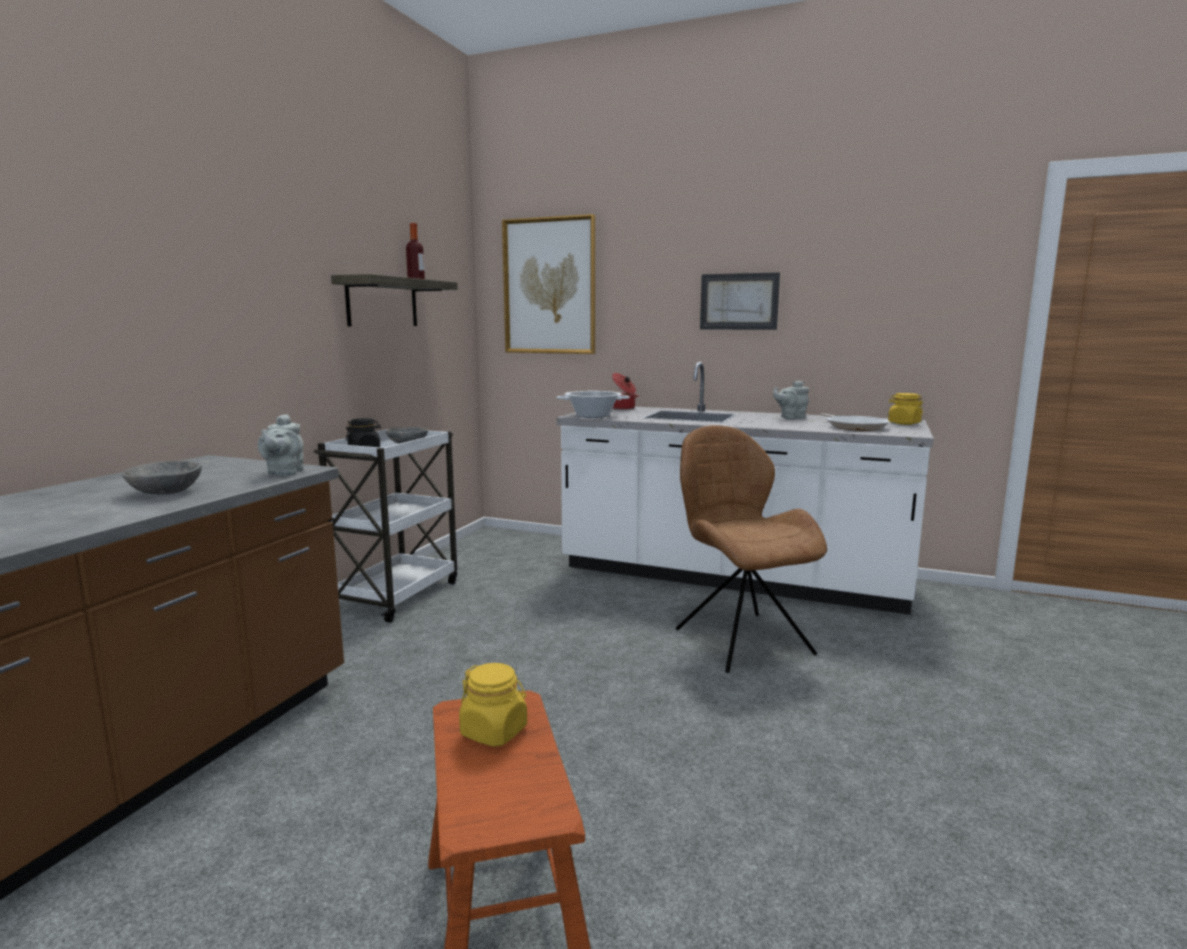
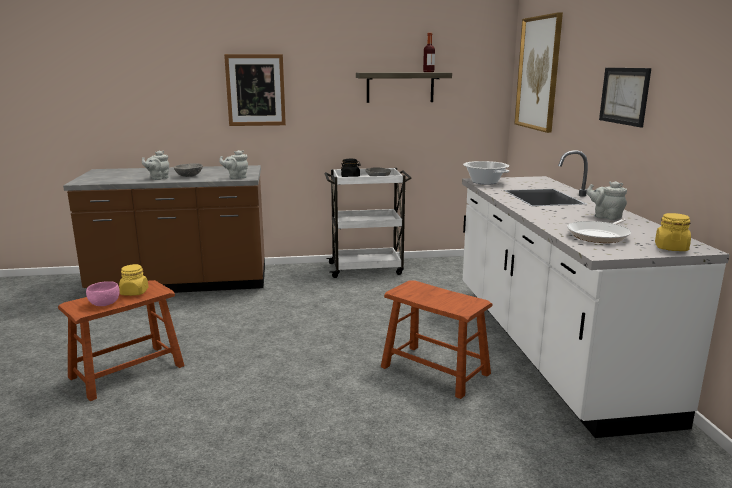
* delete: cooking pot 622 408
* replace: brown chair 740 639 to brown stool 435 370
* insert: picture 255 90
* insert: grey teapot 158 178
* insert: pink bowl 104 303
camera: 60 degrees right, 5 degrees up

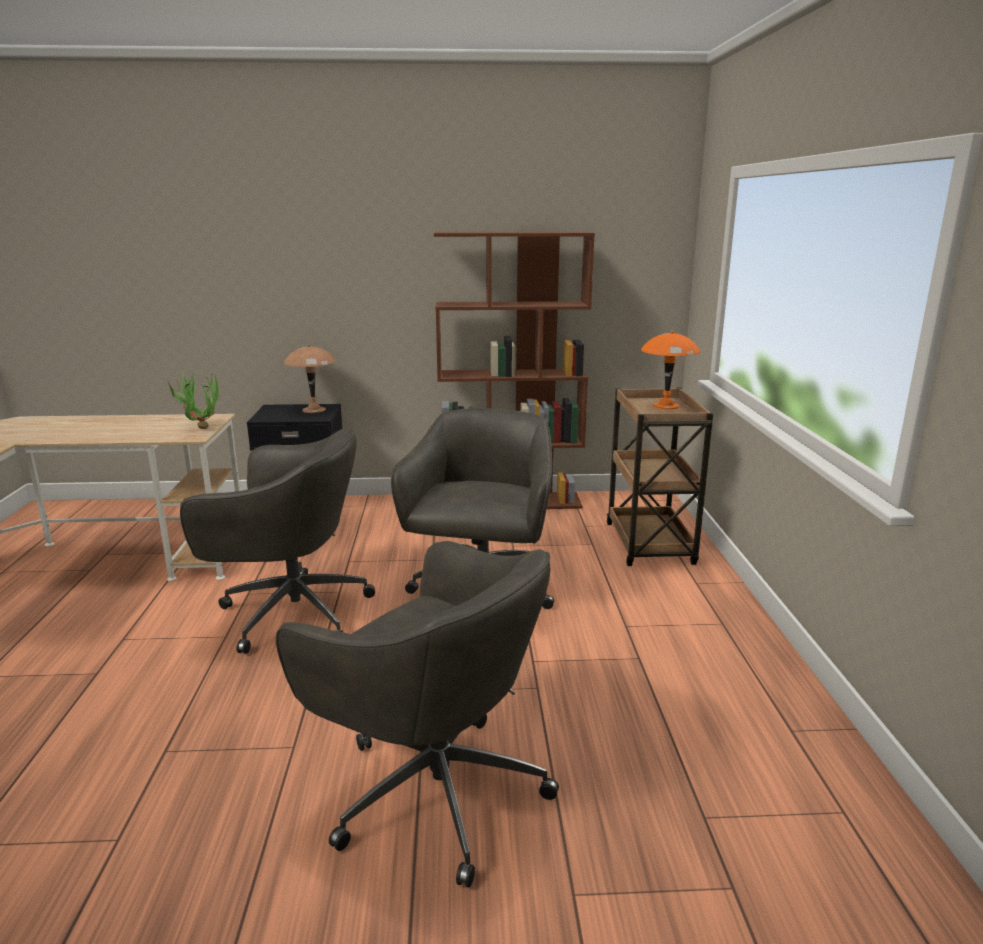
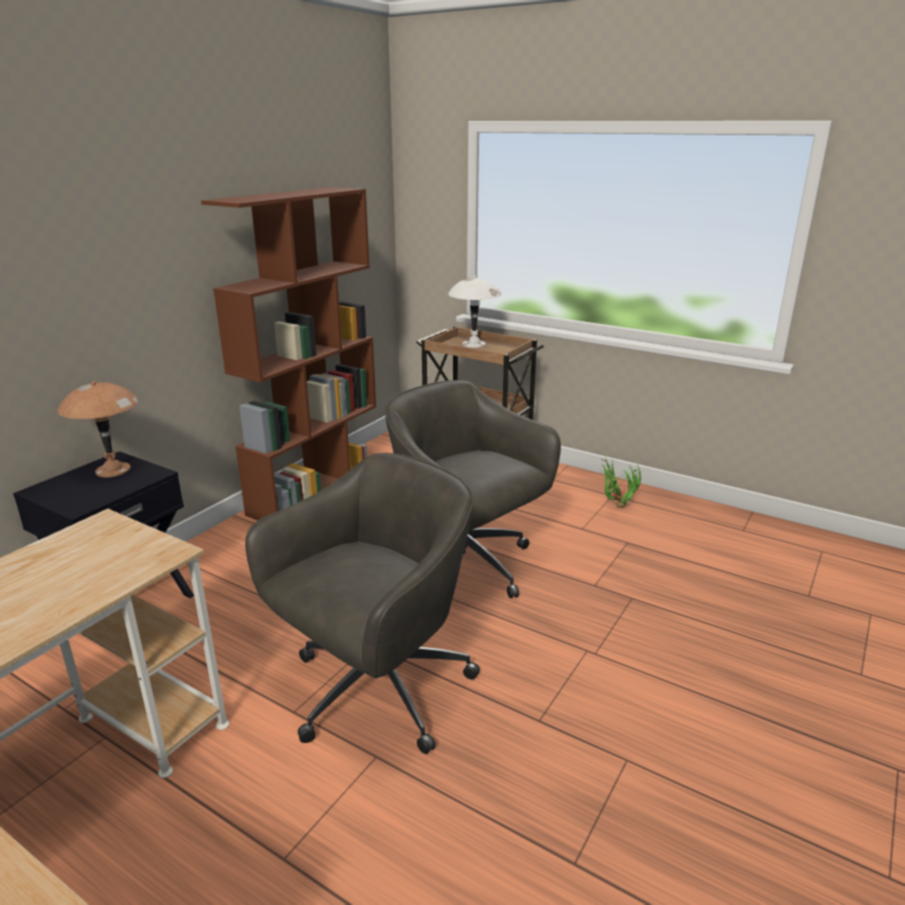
* recolor: orange table lamp 665 405 to white table lamp 473 344
* move: potted plant 200 427 to 615 508
* delete: grey office chair 433 789
camera: 55 degrees left, 5 degrees up

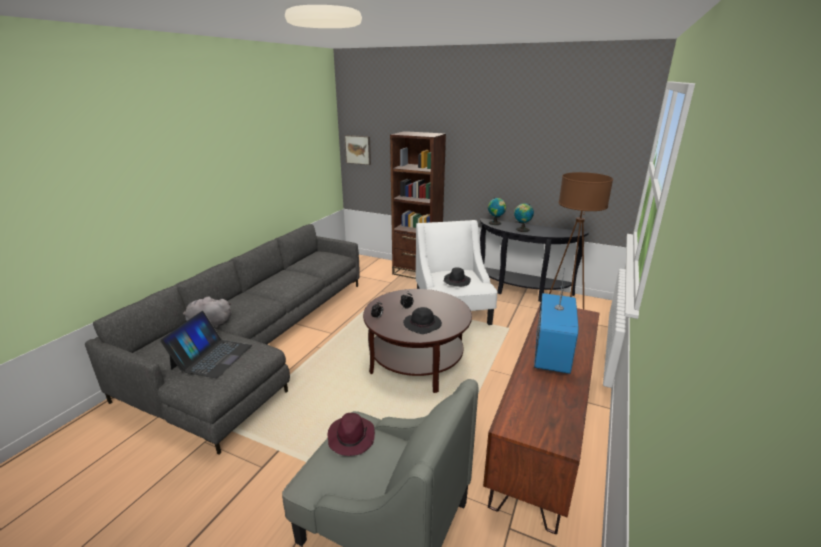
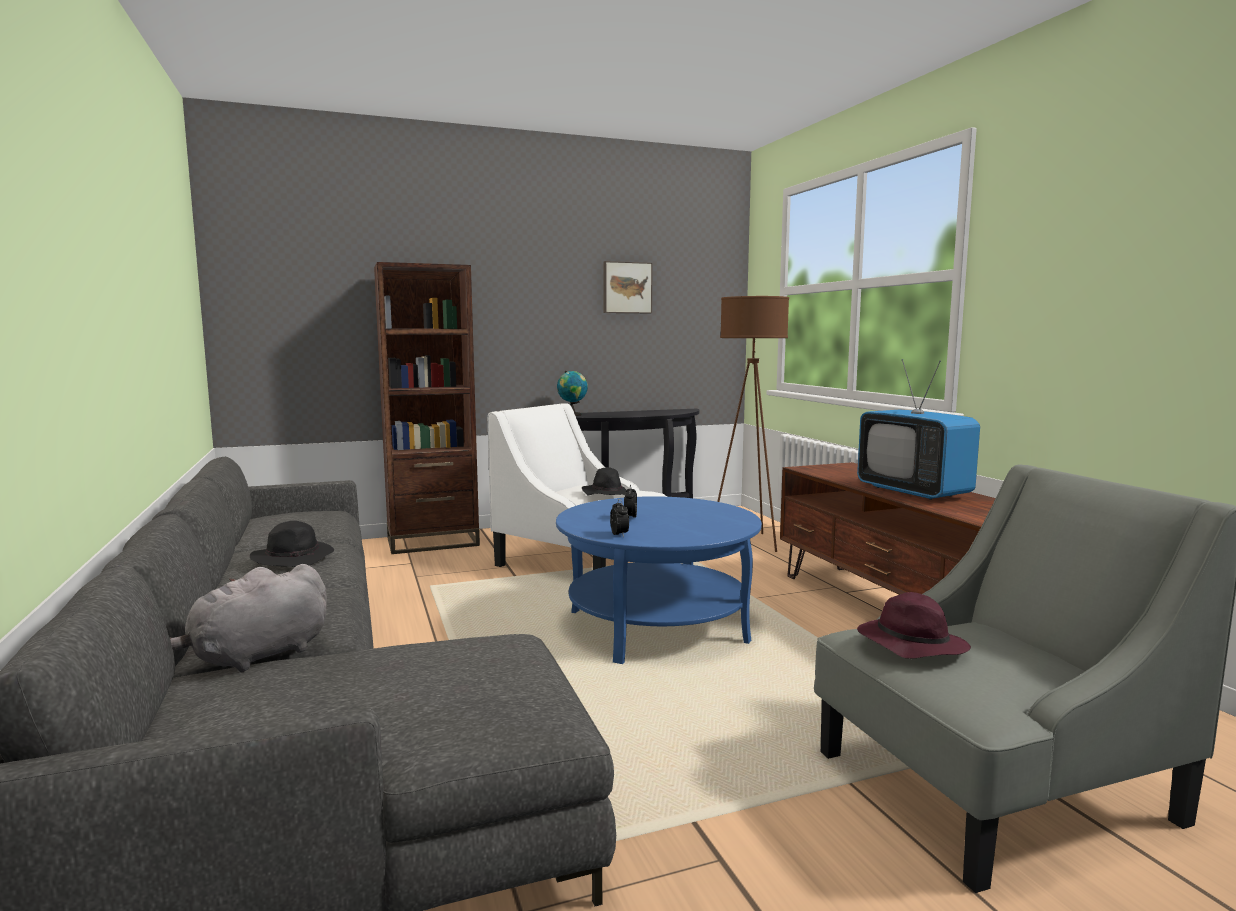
* move: picture 358 149 to 626 287
* delete: globe 521 230
* recolor: brown coffee table 417 362 to blue coffee table 656 626
* move: black hat 423 325 to 294 558
* delete: laptop 212 357
camera: 45 degrees left, 15 degrees down

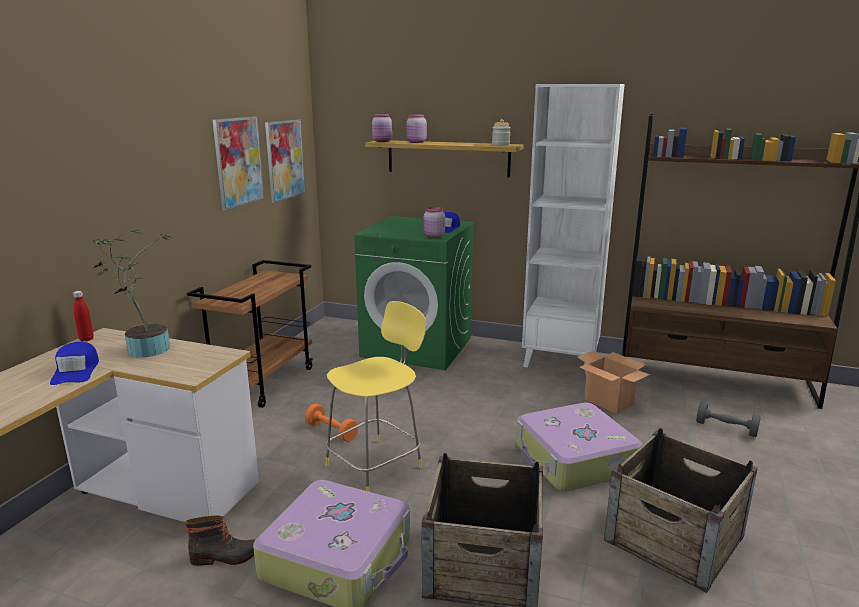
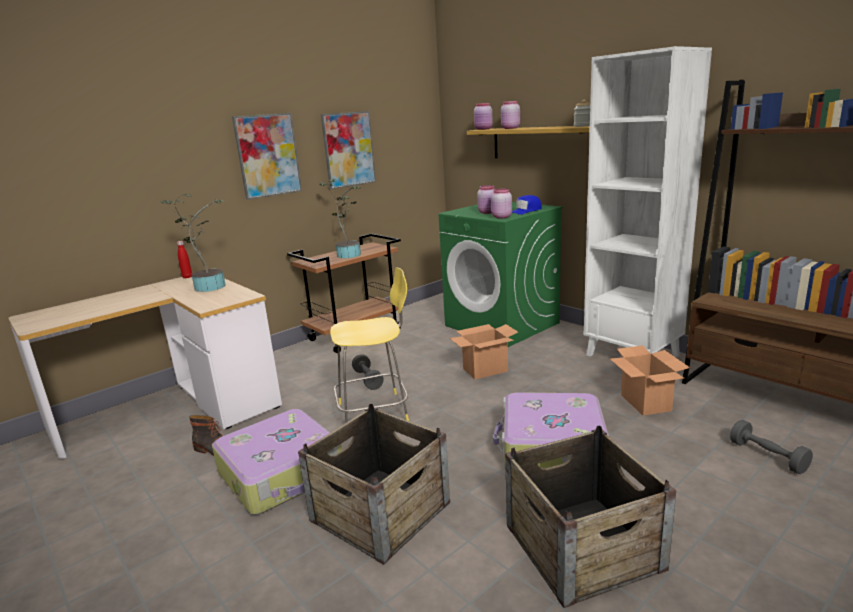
* move: picture 285 160 to 268 155
* delete: blue cap 76 371
* recolor: orange dumbbell 331 431 to grey dumbbell 368 380
* insert: potted plant 348 254
* insert: pink jar 488 212
* insert: cardboard box 485 370
camera: 30 degrees right, 0 degrees up

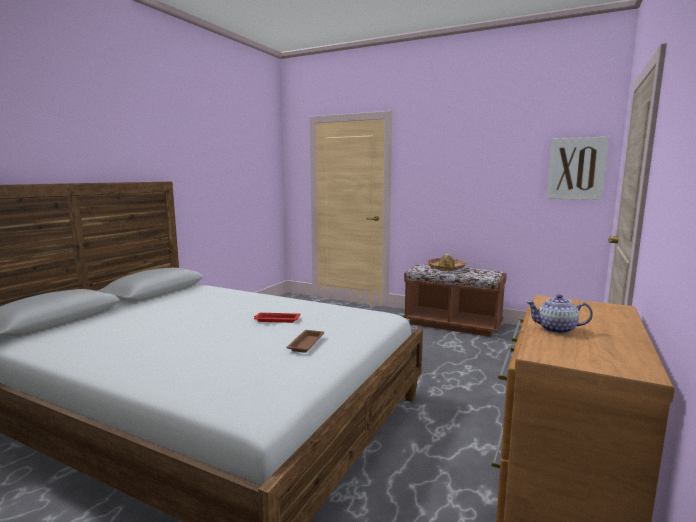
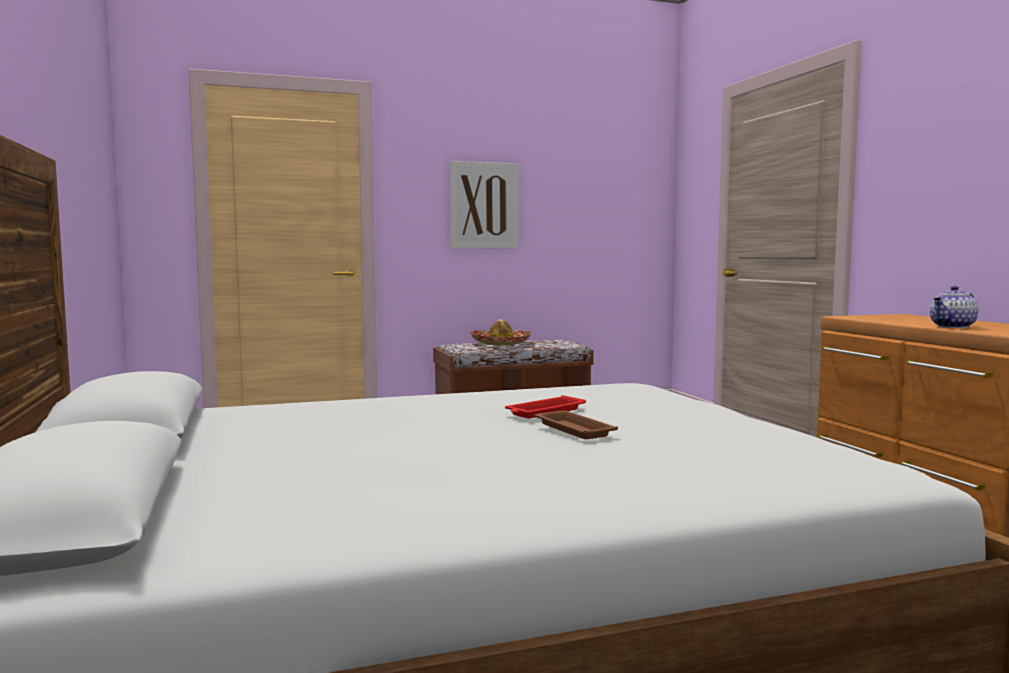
* move: picture 576 168 to 483 205
* move: brown tray 306 343 to 573 429
camera: 45 degrees left, 5 degrees down

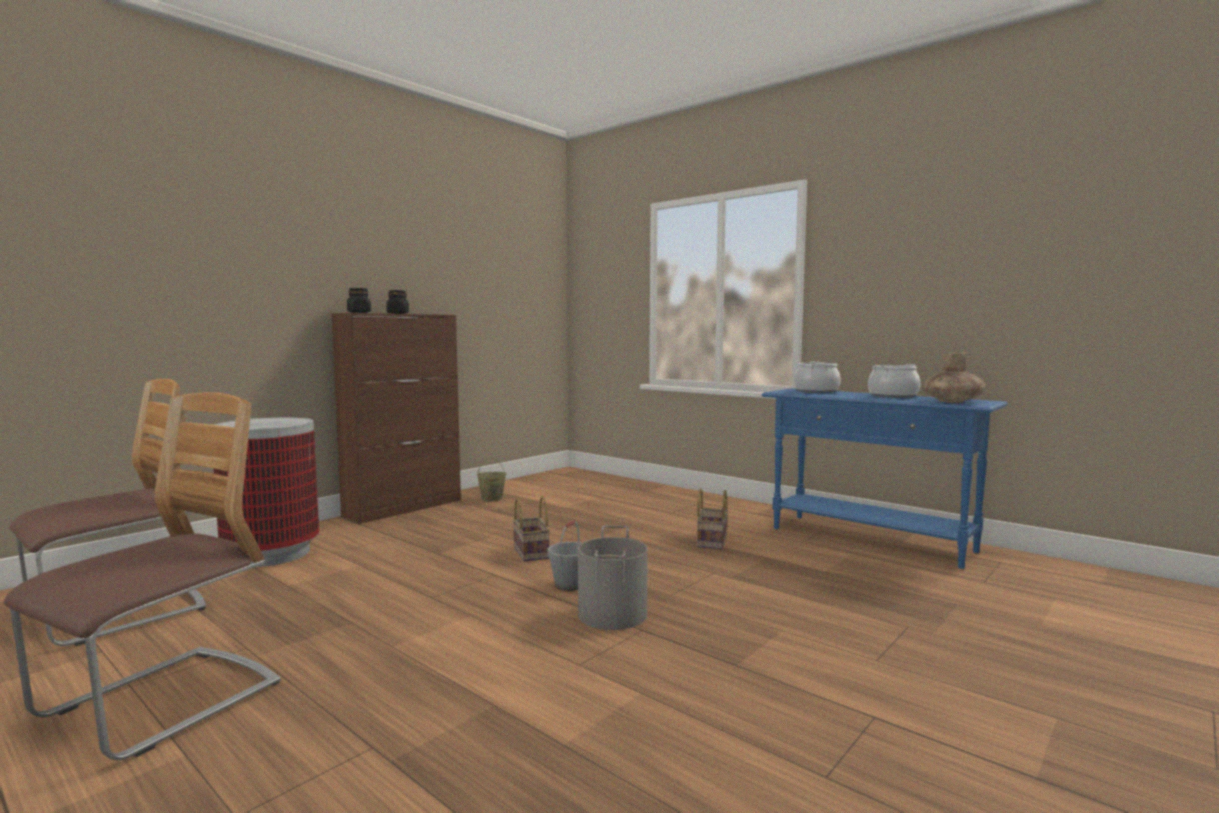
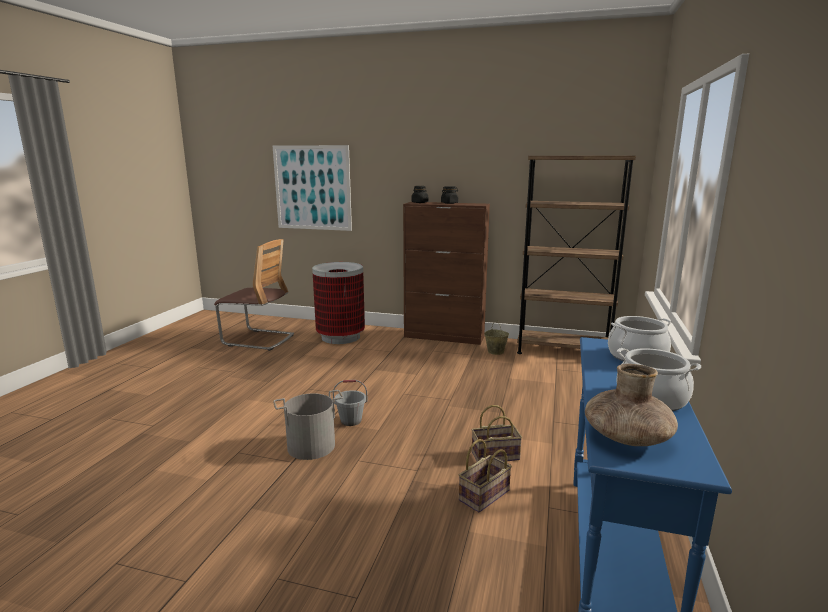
* delete: chair 161 703
* move: basket 532 552 to 484 496
* insert: picture 312 188
* insert: brown bookcase 562 351
camera: 65 degrees right, 10 degrees up

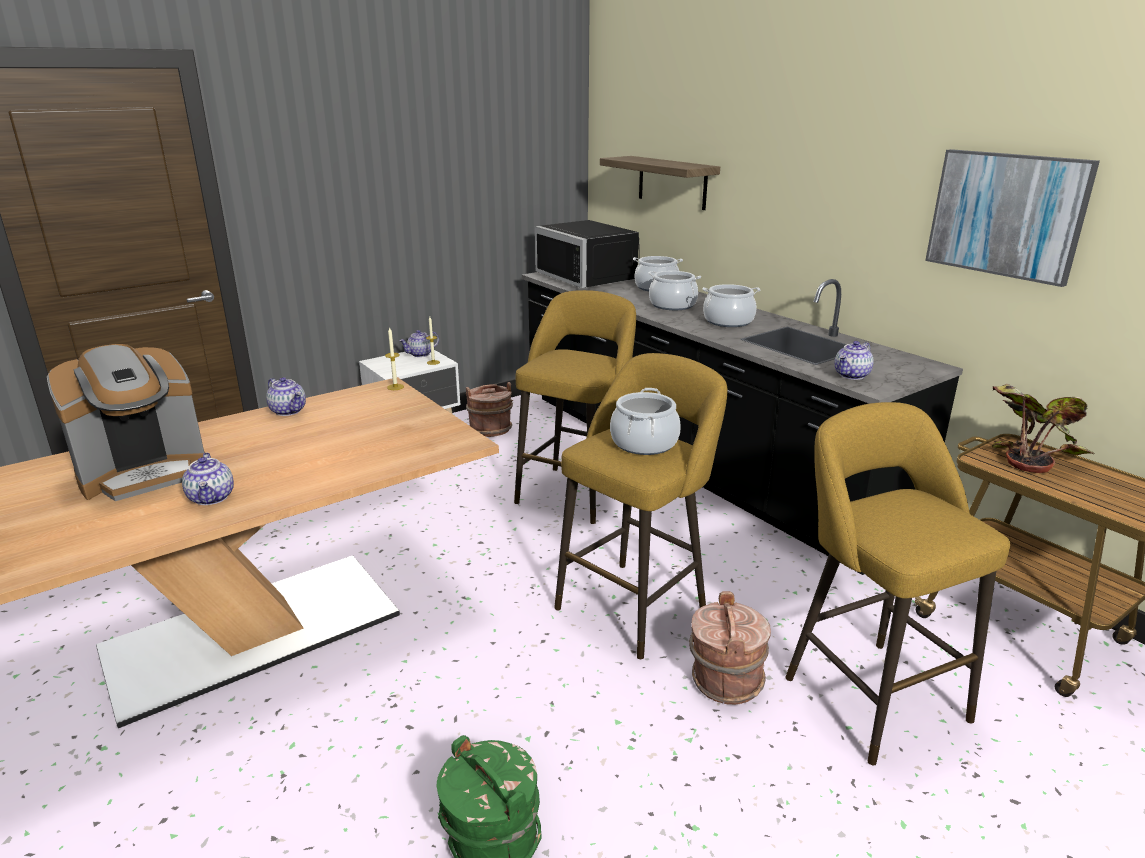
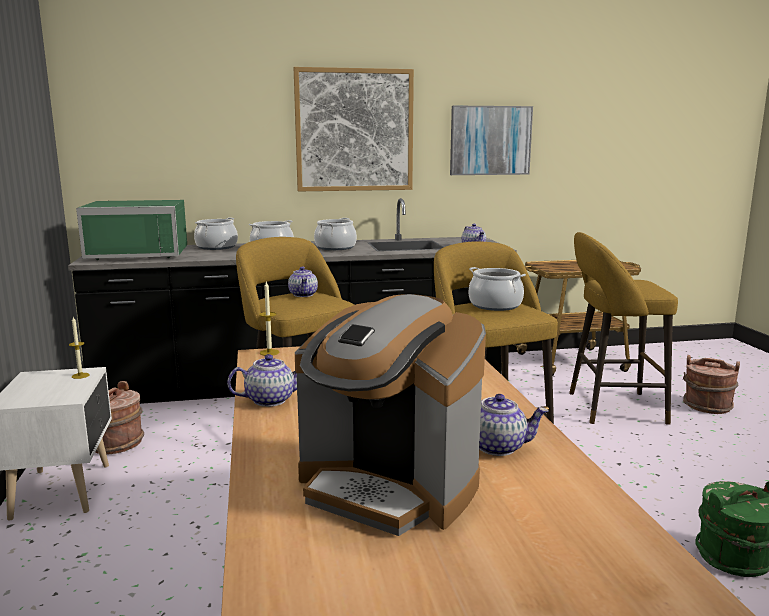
* delete: shelf 672 182
* recolor: black microwave 592 277 to green microwave 140 253
* move: teapot 420 354 to 303 295
* rotate: coffee machine 144 473 = 388 487 135 degrees clockwise
* delete: potted plant 1028 453
* move: brown bucket 725 680 to 707 406
* insert: picture 354 130
camera: 65 degrees left, 10 degrees down

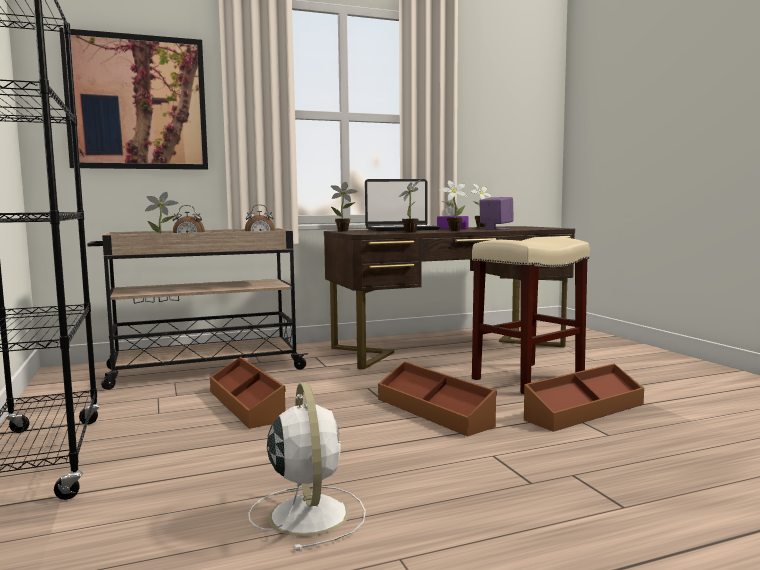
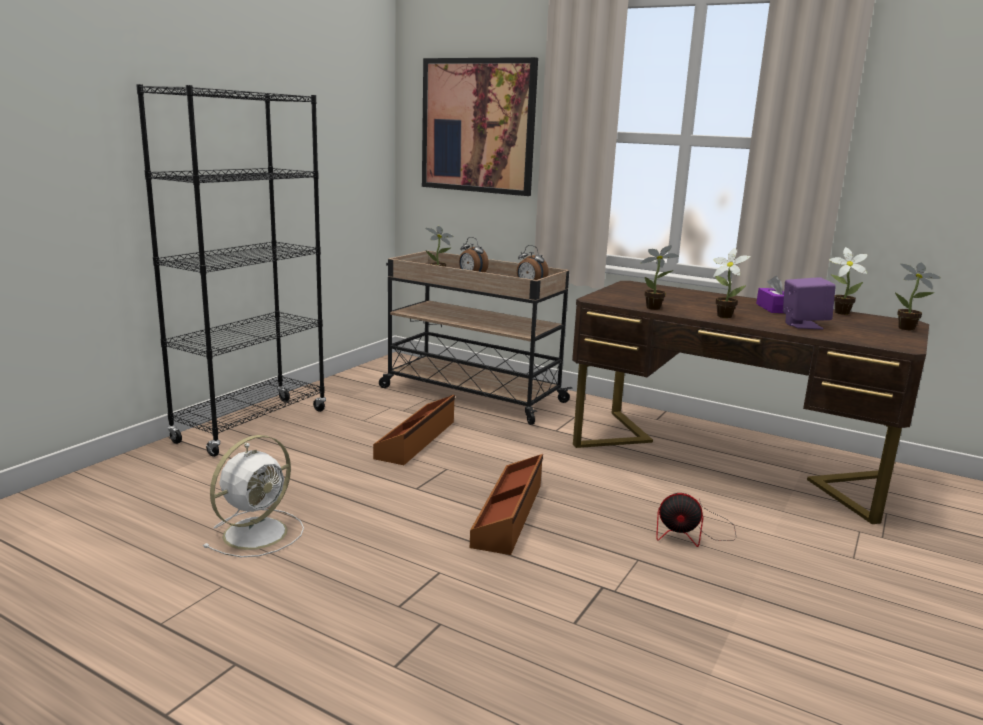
* delete: laptop 401 229
* move: potted plant 344 231 to 908 329
* replace: beige stool 527 378 to fan 692 533
* delete: brown storage box 584 411
camera: 50 degrees right, 10 degrees up

